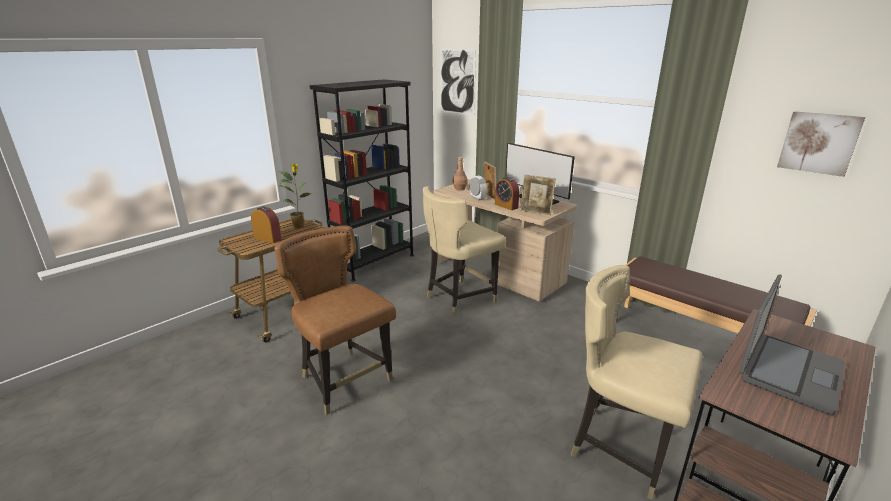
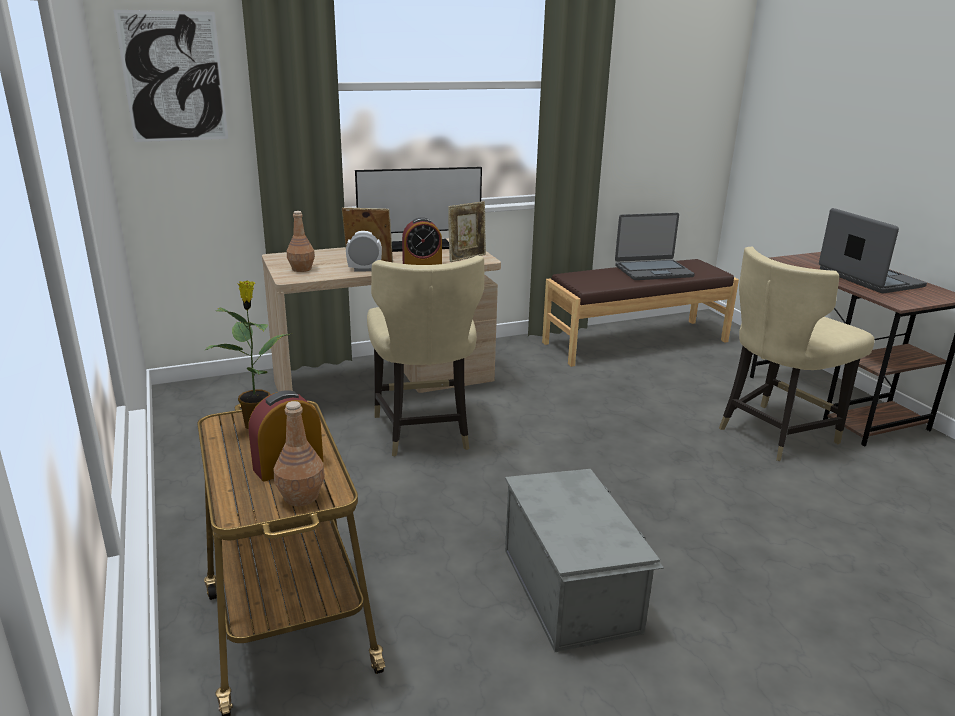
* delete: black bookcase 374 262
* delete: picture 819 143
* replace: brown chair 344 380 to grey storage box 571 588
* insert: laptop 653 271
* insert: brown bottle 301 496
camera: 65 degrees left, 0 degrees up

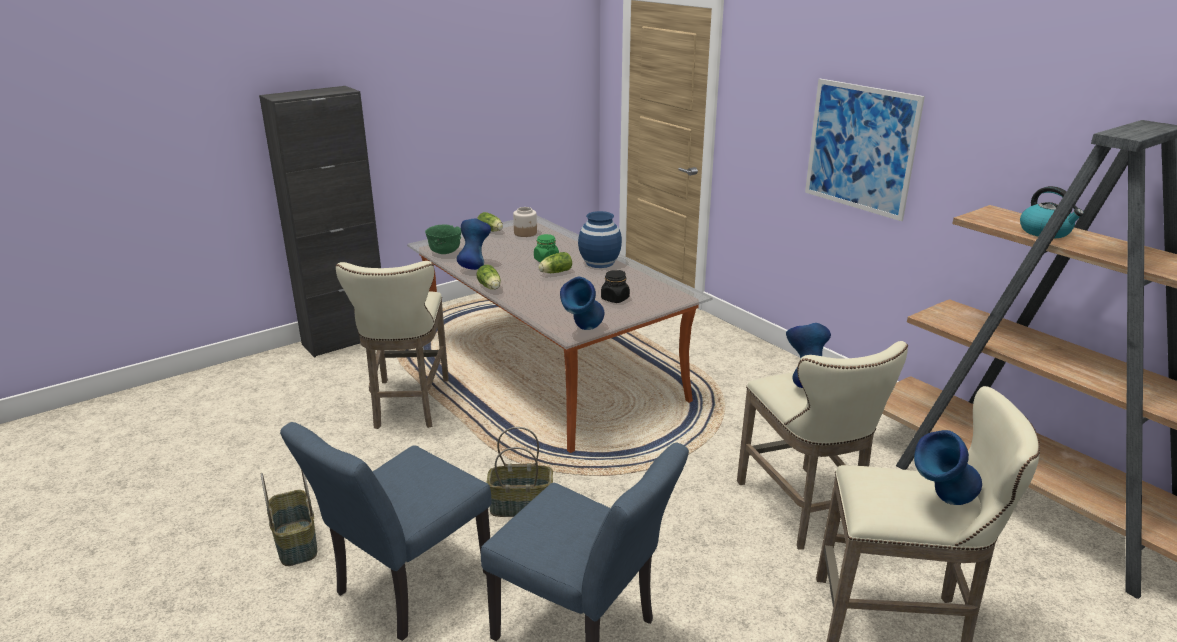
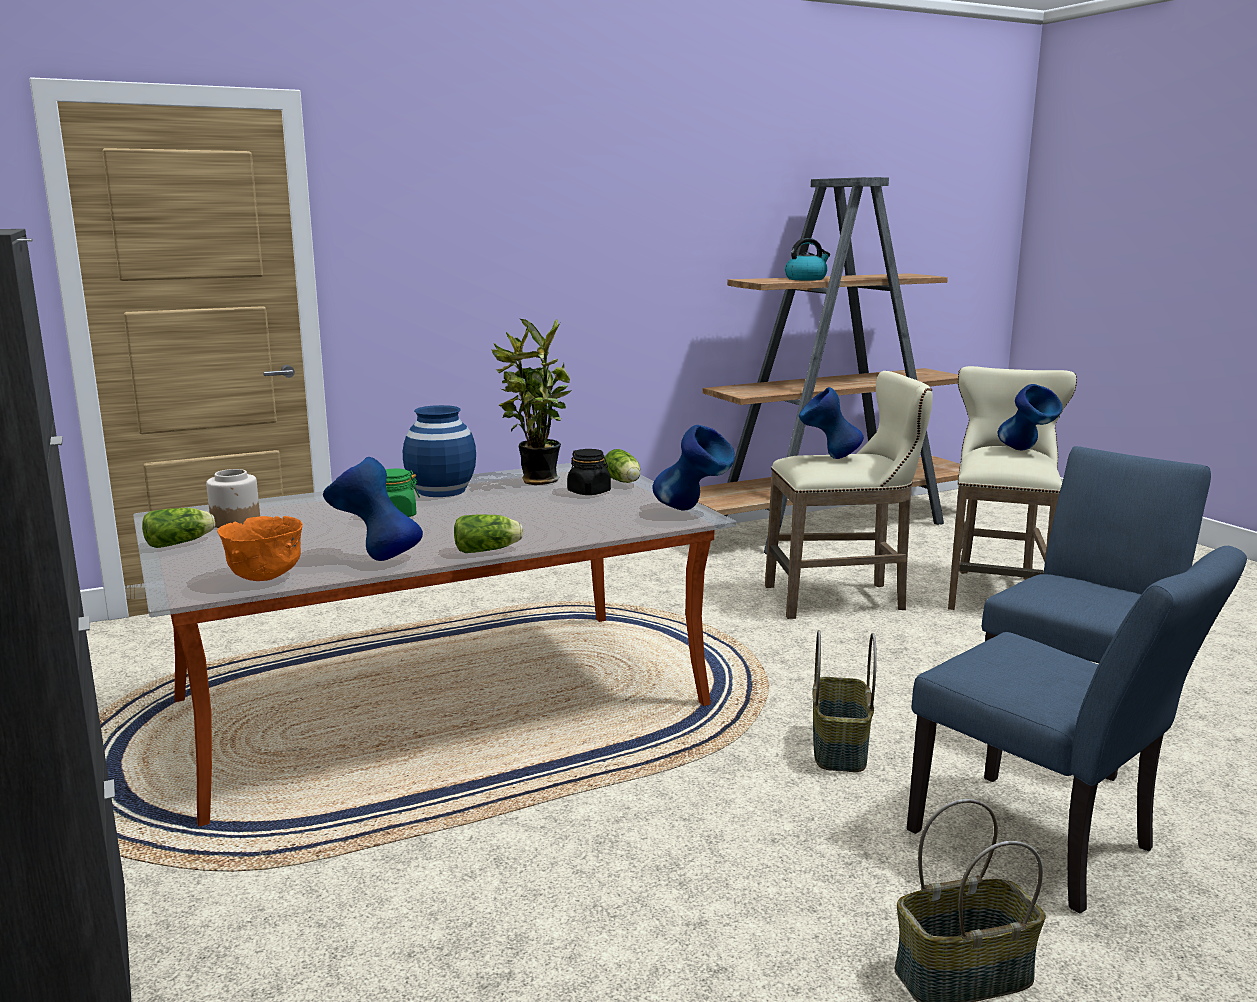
* delete: picture 860 148
* recolor: green bowl 445 253 to orange bowl 265 577
* move: lettuce 554 272 to 623 482
* delete: beige stool 408 406
* insert: potted plant 536 481
camera: 80 degrees left, 10 degrees down

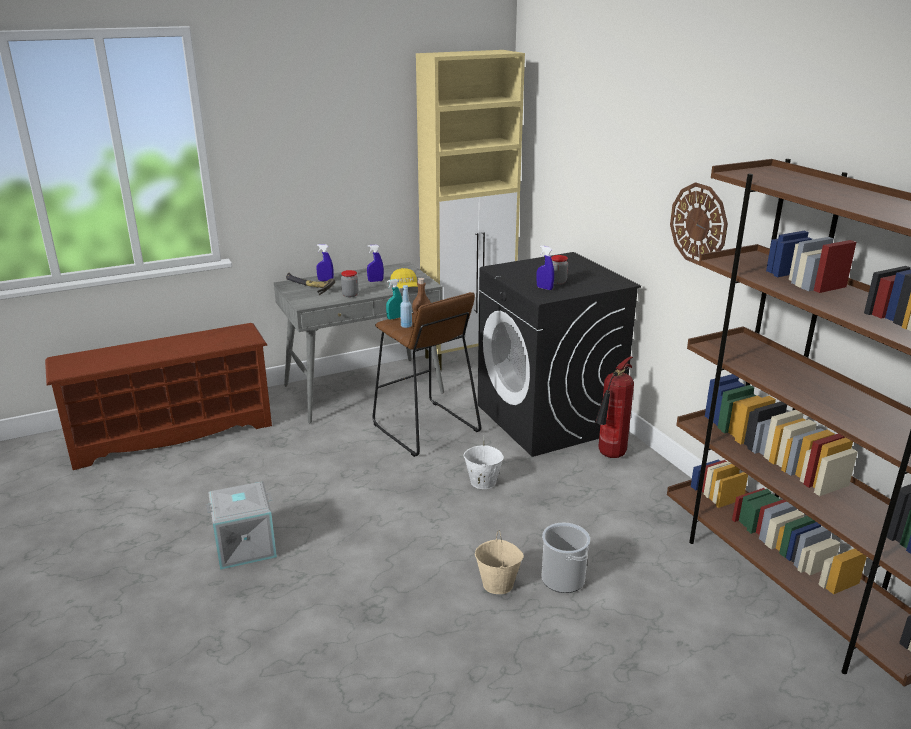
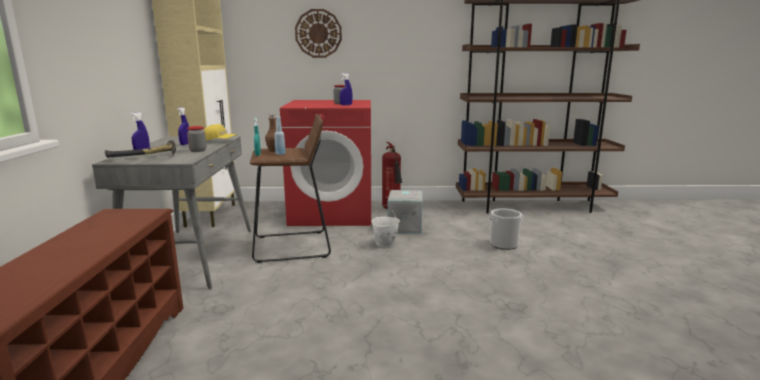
* move: wall clock 699 224 to 318 33
* recolor: black washing machine 549 419 to red washing machine 333 213
* move: grey storage box 245 545 to 404 227
* delete: beige bucket 498 584
camera: 65 degrees left, 10 degrees down

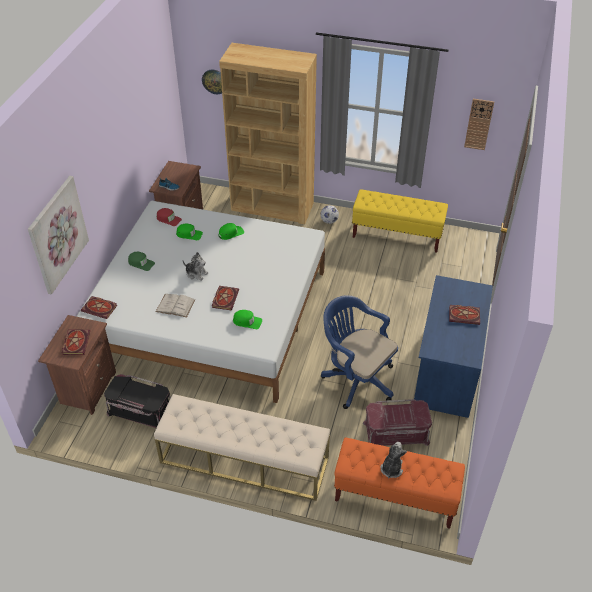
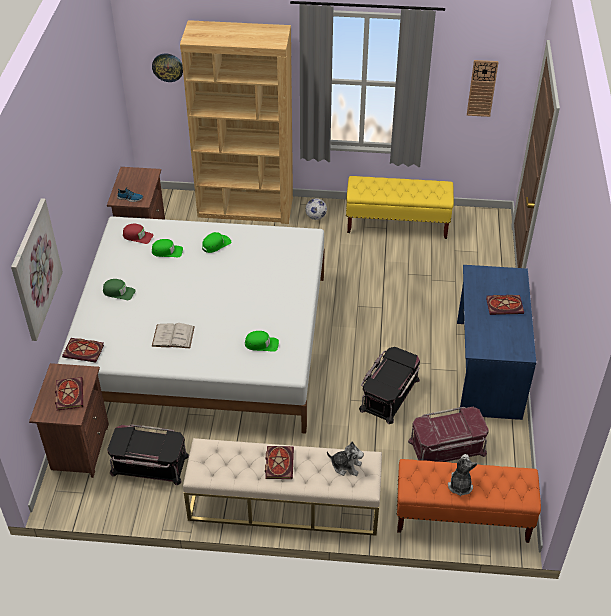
* move: plush toy 196 273 to 346 466
* move: book 225 298 to 278 463
* replace: blue office chair 356 379 to black storage box 388 394
camera: 10 degrees left, 0 degrees up

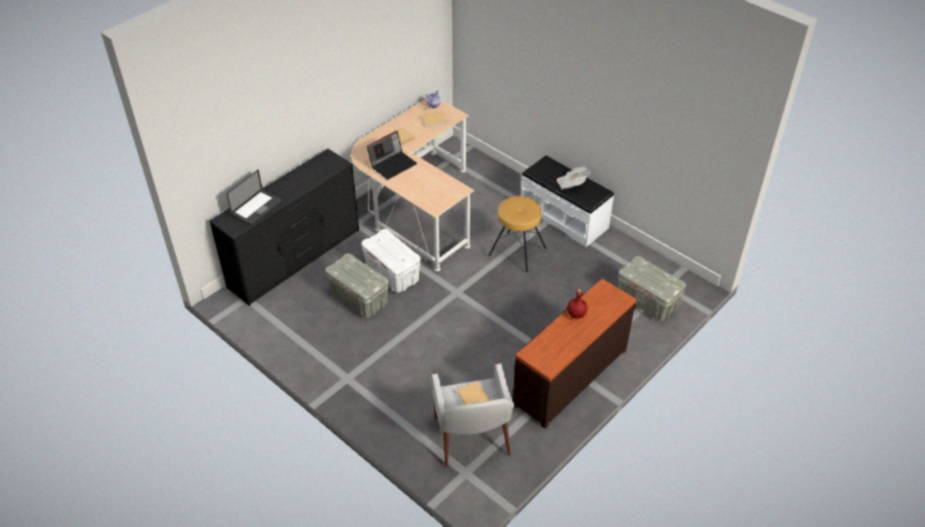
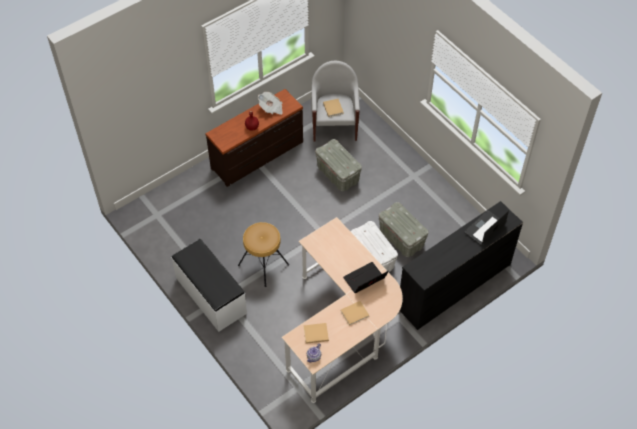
* move: newspaper 572 184 to 271 108
* move: grey storage box 646 302 to 338 174
camera: 170 degrees left, 10 degrees up

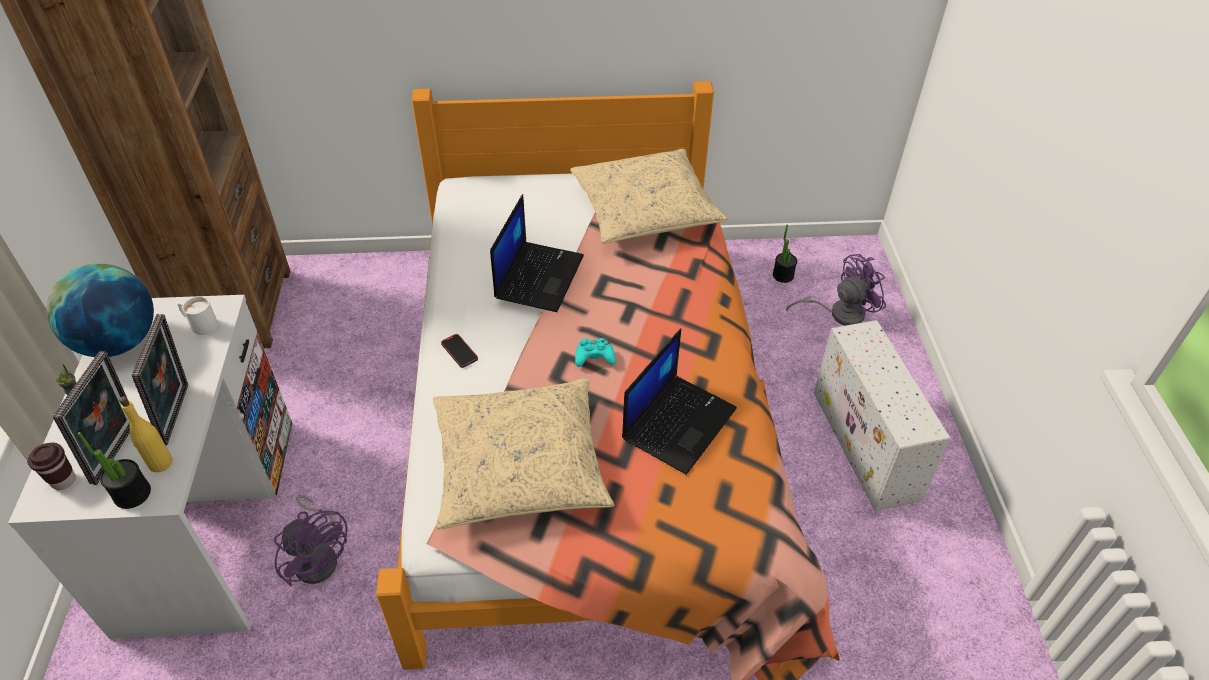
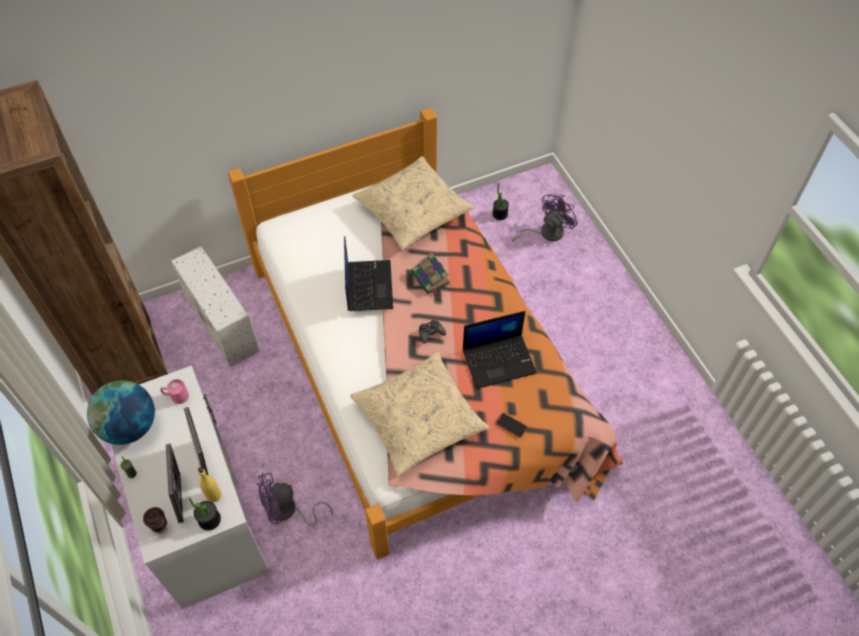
* recolor: white mug 200 324 to pink mug 176 396
* move: white storage box 866 446 to 222 325
* rotate: laptop 678 422 = 499 360 60 degrees clockwise
* move: phone 459 352 to 511 425
* recolor: turquoise game controller 594 357 to black game controller 431 333
* rotate: purple fan 319 556 = 287 511 135 degrees clockwise
* insert: book 431 279
camera: 20 degrees left, 10 degrees up

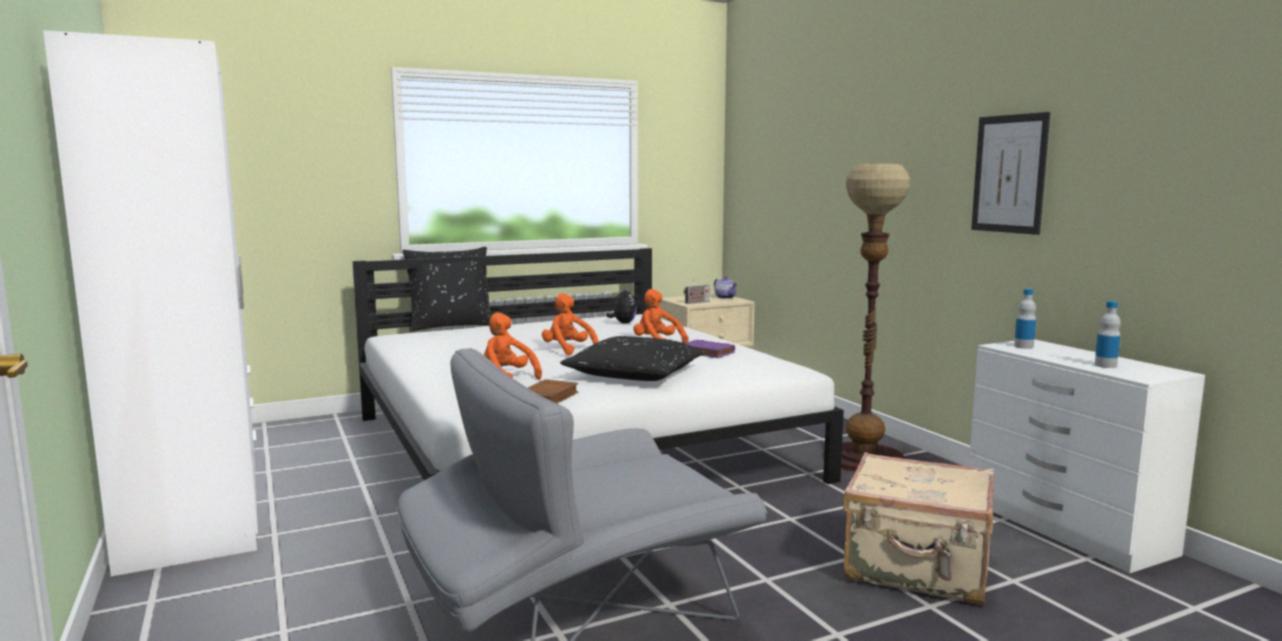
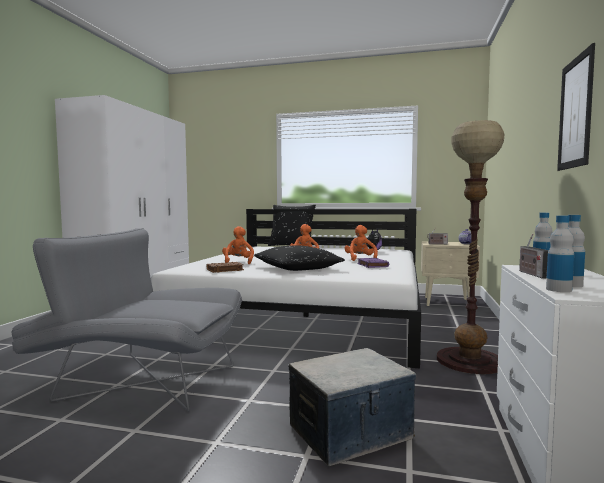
* replace: beige suitcase 917 570 to storage box 350 433
* insert: bottle 558 290
* insert: radio 532 274
camera: 40 degrees right, 5 degrees down

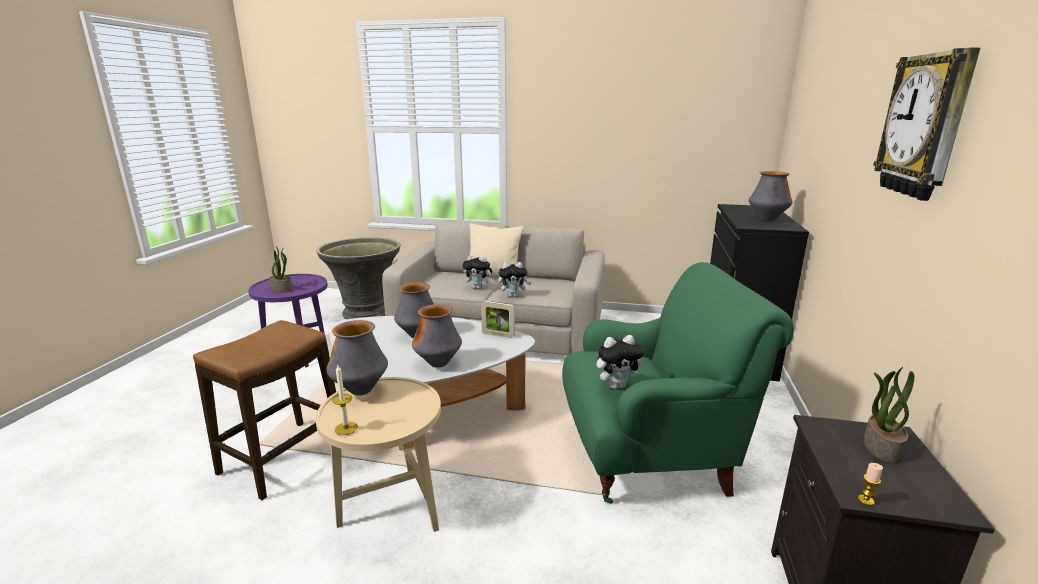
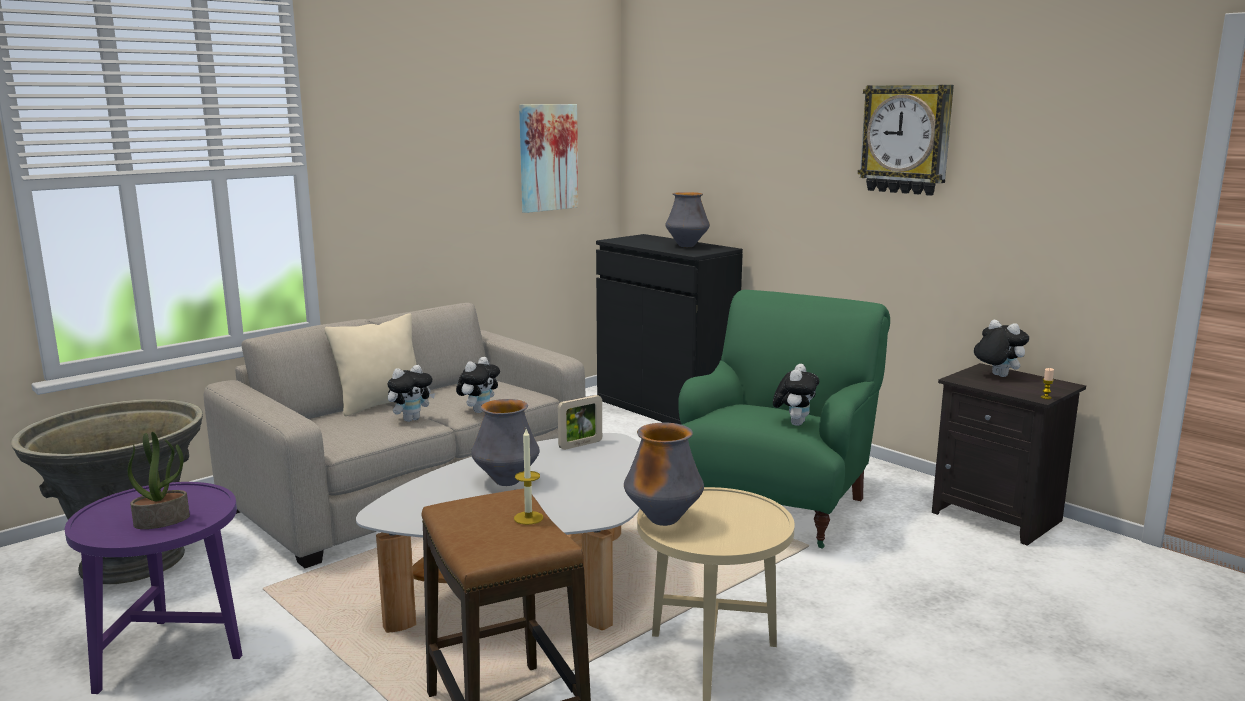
* delete: vase 438 364
* move: candle 346 428 to 528 518
* replace: potted plant 880 447 to plush toy 996 376
* insert: picture 547 157
camera: 55 degrees left, 5 degrees down

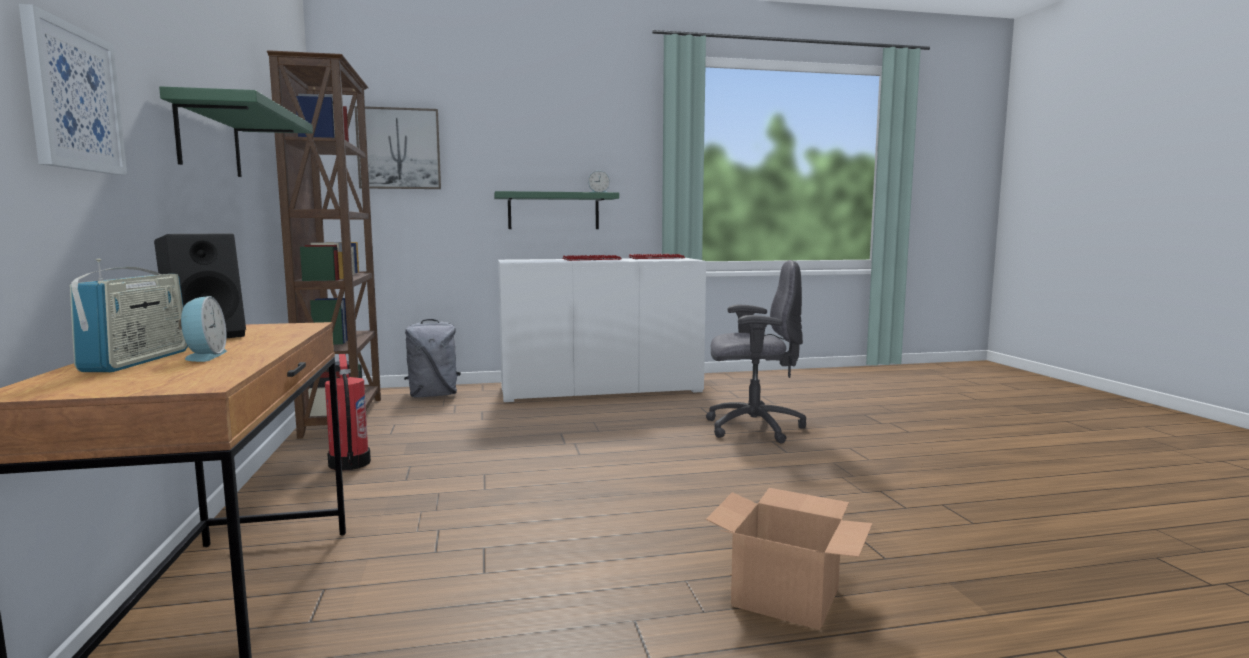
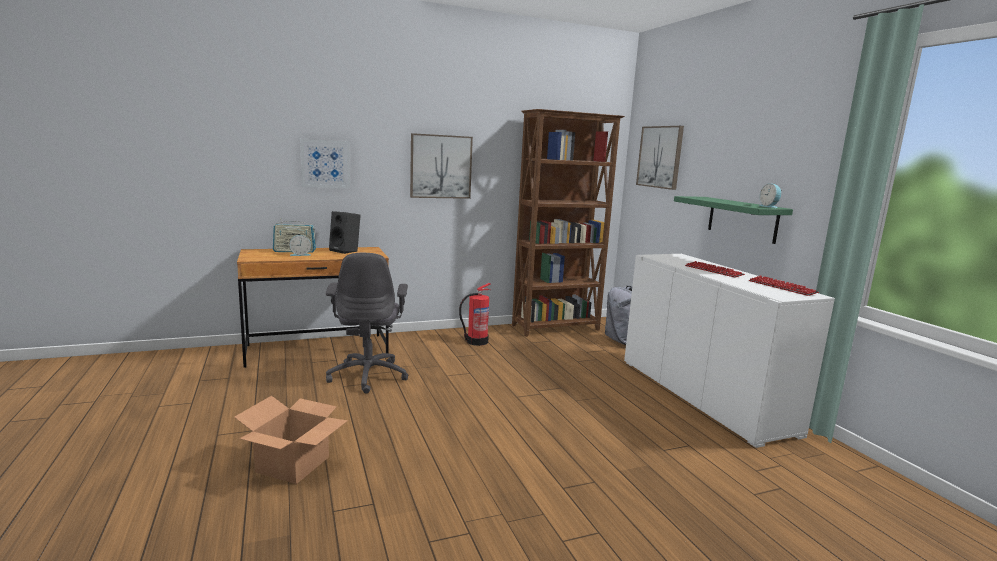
* replace: green shelf 209 139 to picture 440 166
* move: grey office chair 752 428 to 368 375
camera: 80 degrees right, 5 degrees up

